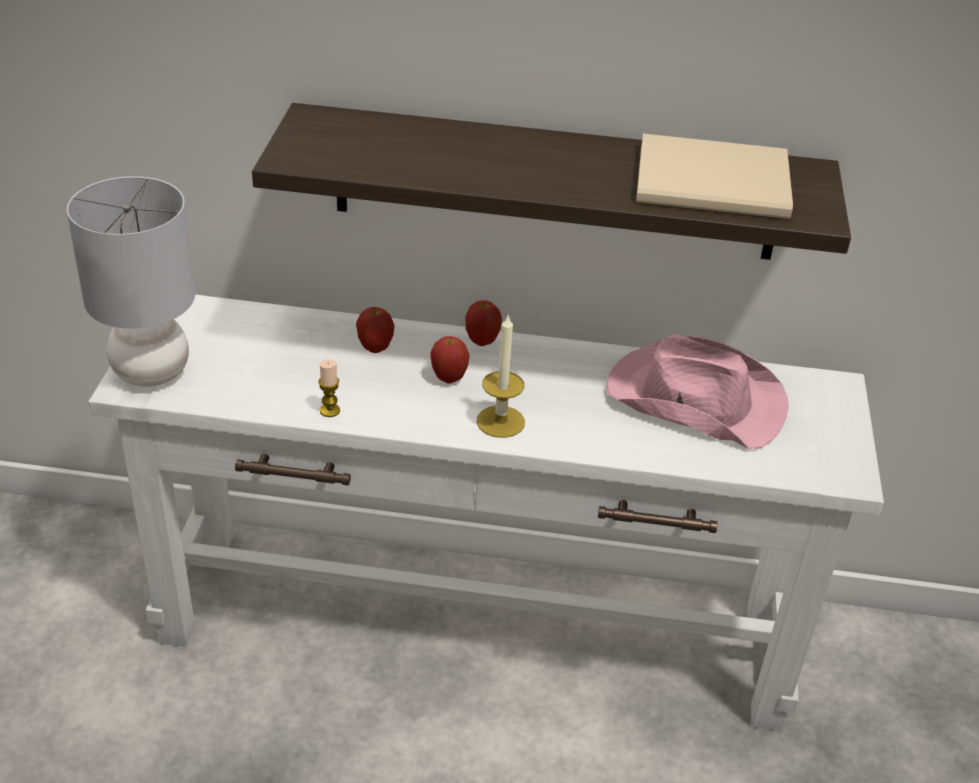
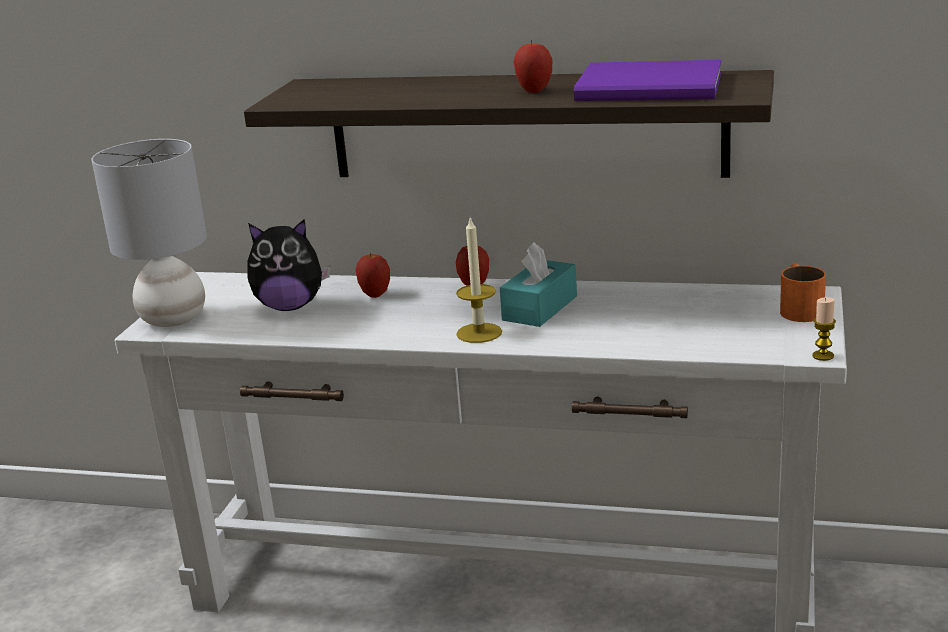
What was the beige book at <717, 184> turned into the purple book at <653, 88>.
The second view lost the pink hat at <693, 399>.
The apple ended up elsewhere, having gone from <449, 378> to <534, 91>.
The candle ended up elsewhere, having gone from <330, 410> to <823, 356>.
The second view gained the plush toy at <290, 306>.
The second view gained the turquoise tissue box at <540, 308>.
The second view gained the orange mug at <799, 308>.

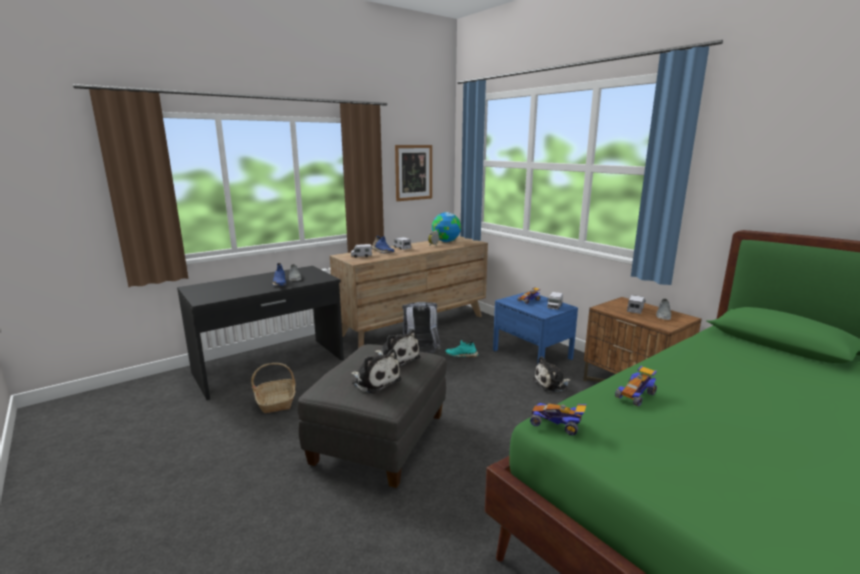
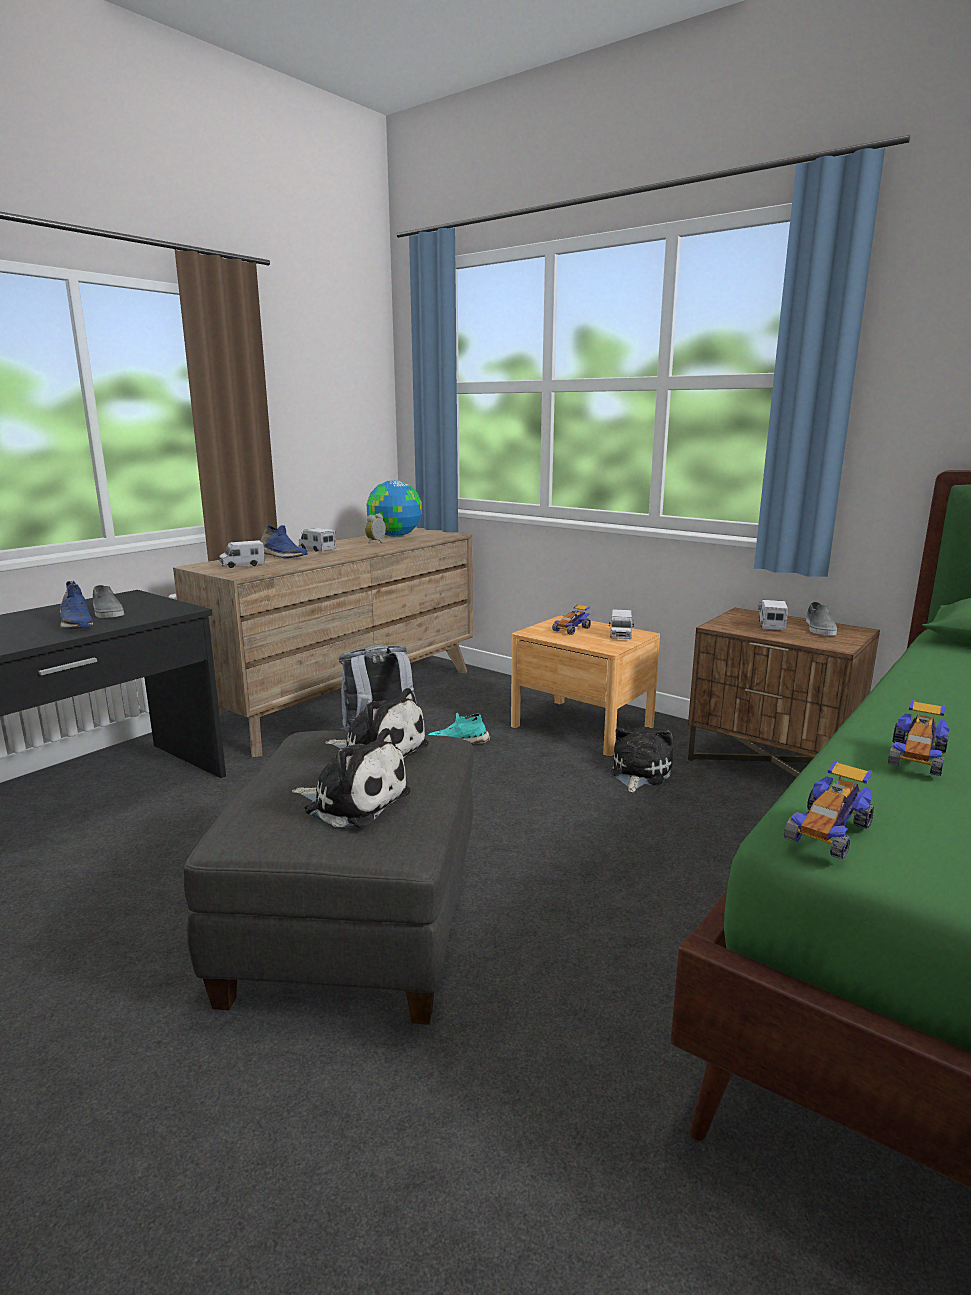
The second view lost the picture at <413, 172>.
What was the blue nightstand at <532, 354> turned into the brown nightstand at <582, 726>.
The plush toy at <552, 384> ended up facing another way, 150 degrees clockwise from before.
The second view lost the basket at <276, 401>.
The toy car at <557, 424> ended up facing another way, 60 degrees counterclockwise from before.

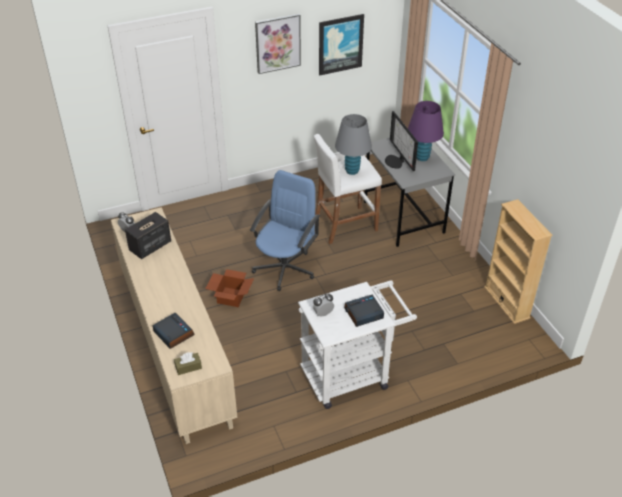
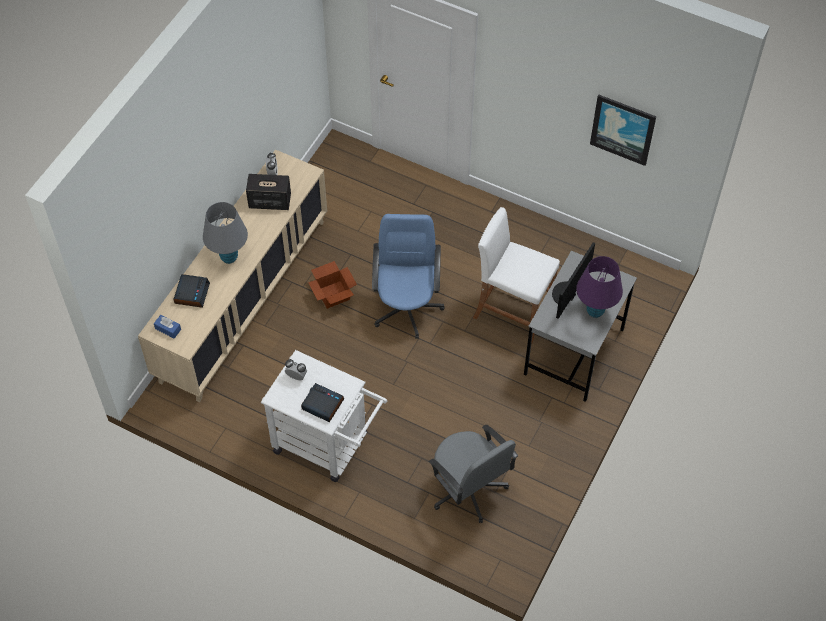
The second view lost the picture at <277, 43>.
The grey table lamp ended up elsewhere, having gone from <352, 171> to <229, 257>.
The blue office chair at <285, 268> ended up facing another way, 75 degrees counterclockwise from before.
The second view lost the beige bookcase at <506, 302>.
What was the brown tissue box at <188, 367> turned into the blue tissue box at <168, 329>.
The second view gained the grey office chair at <468, 489>.

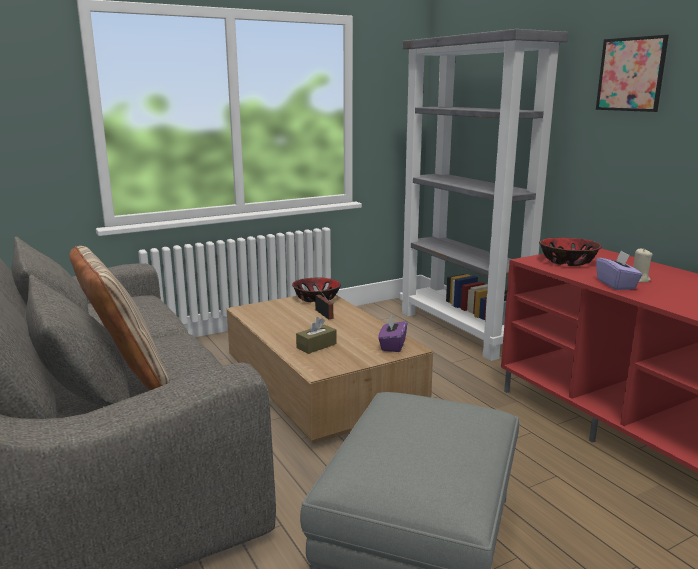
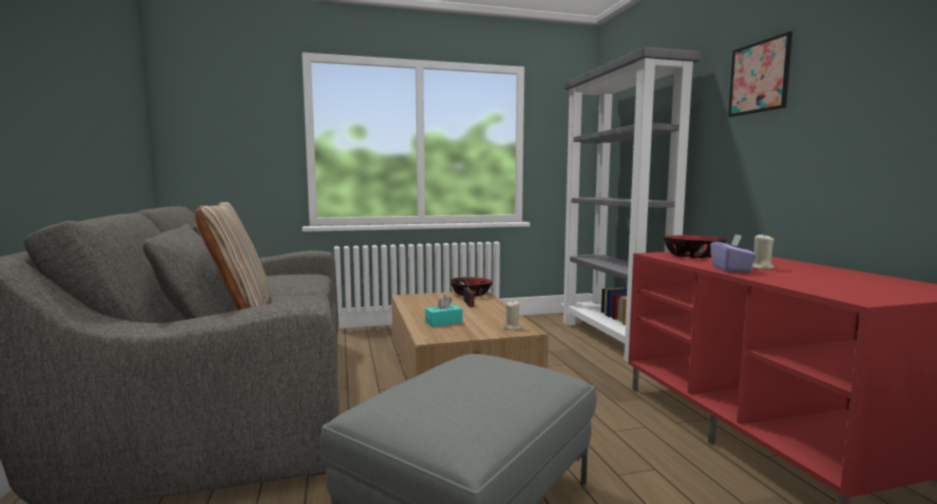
Where the purple tissue box stood at <392, 346>, the beige candle came to stand at <512, 327>.
What was the brown tissue box at <316, 346> turned into the turquoise tissue box at <443, 322>.

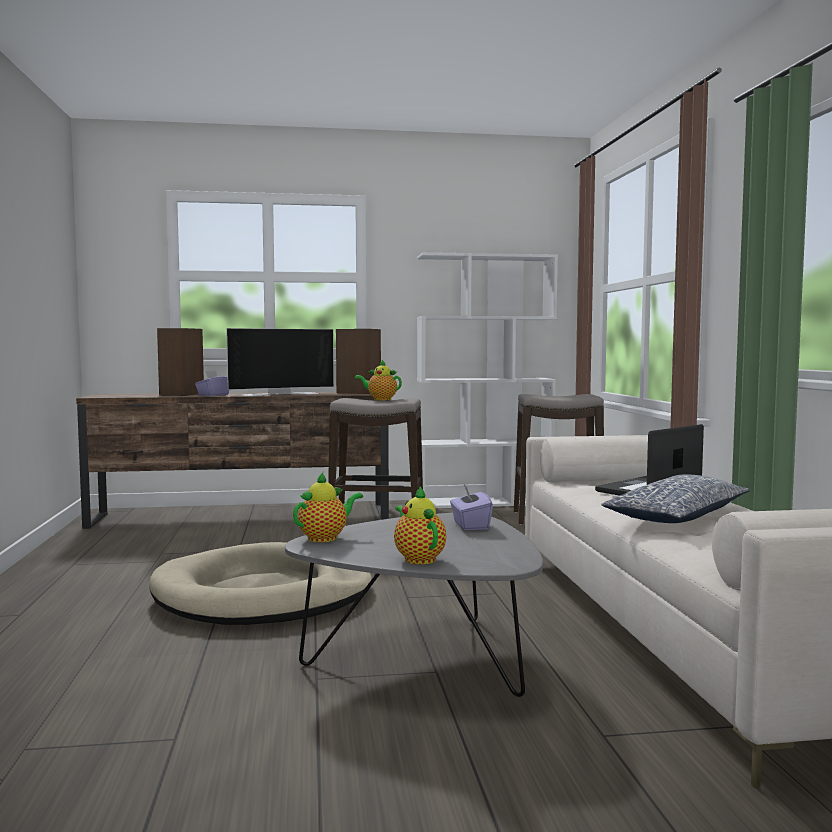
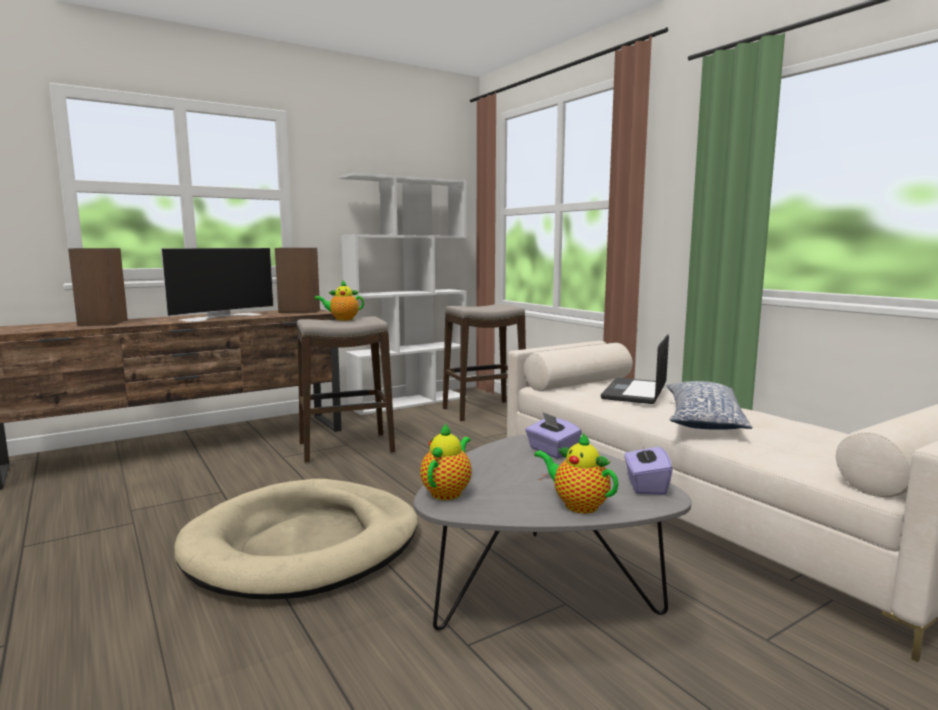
The purple tissue box ended up elsewhere, having gone from <213, 395> to <645, 485>.

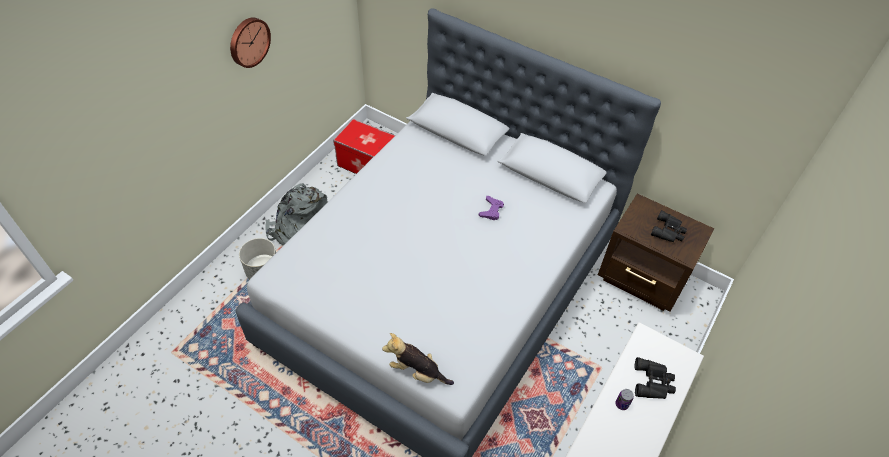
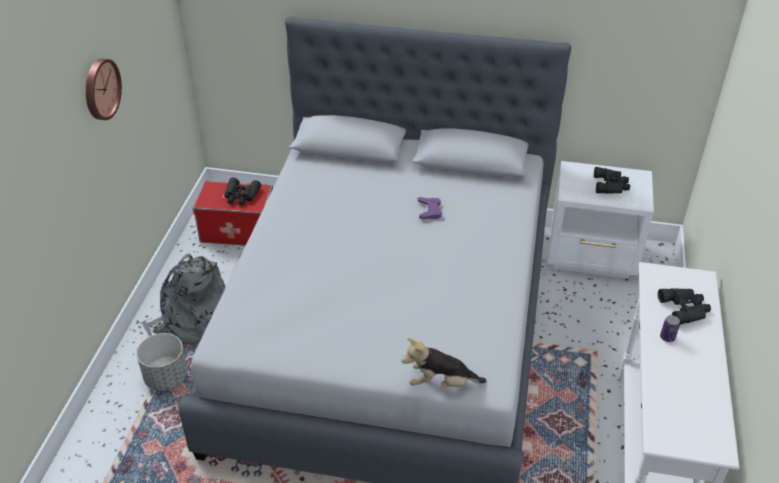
What was the brown nightstand at <642, 280> turned into the white nightstand at <592, 257>.
The second view gained the black binoculars at <241, 196>.

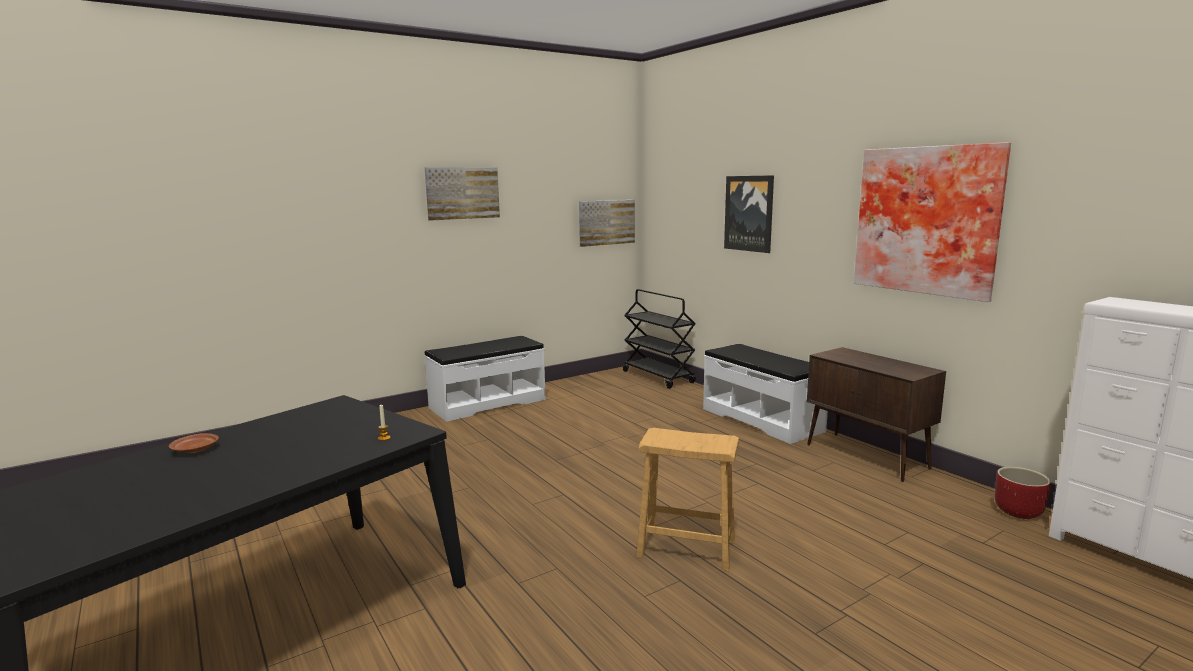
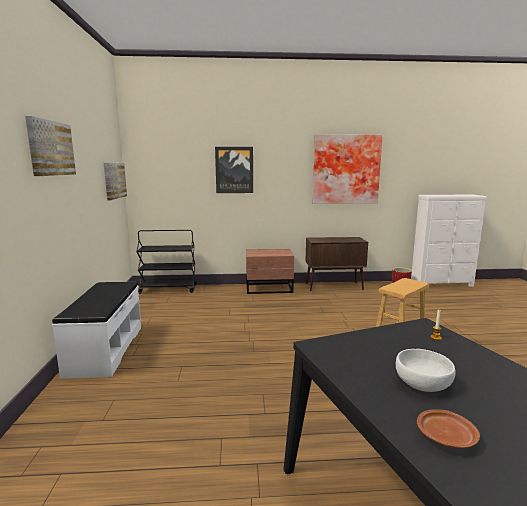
Where the white bench stood at <762, 419>, the brown nightstand came to stand at <269, 289>.
The second view gained the white bowl at <421, 383>.

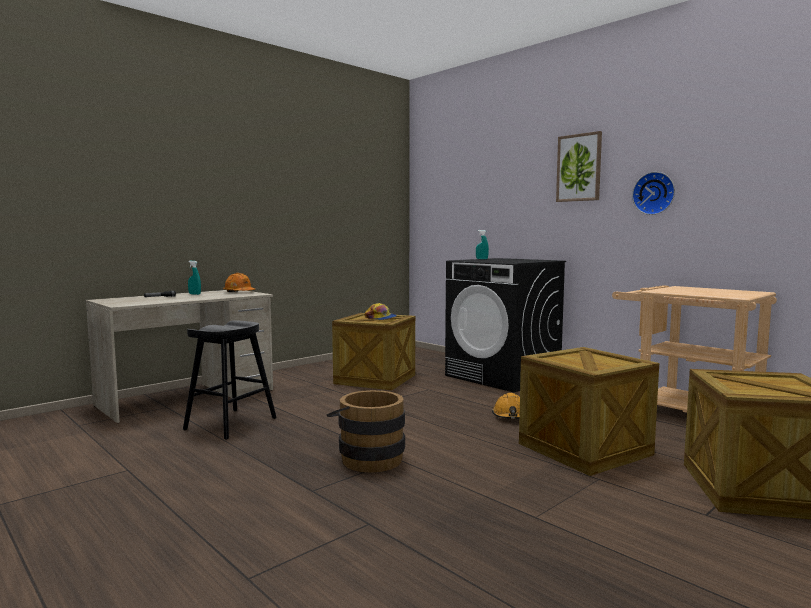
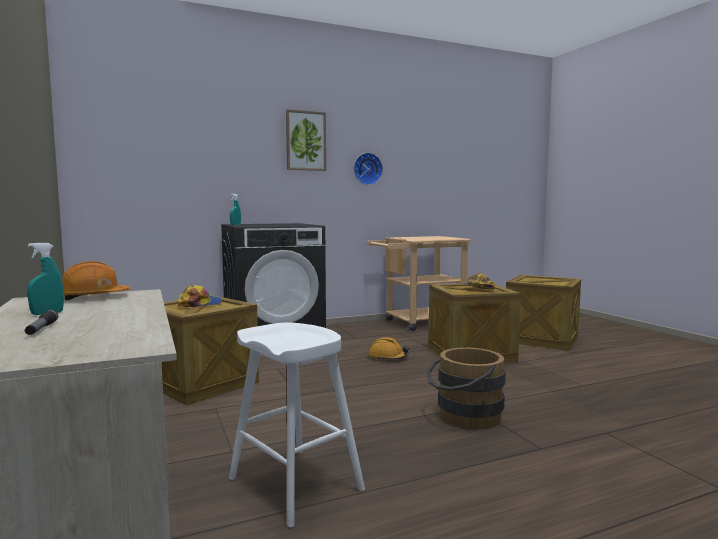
What was the black stool at <231, 423> turned into the white stool at <295, 484>.
The second view gained the cap at <476, 288>.

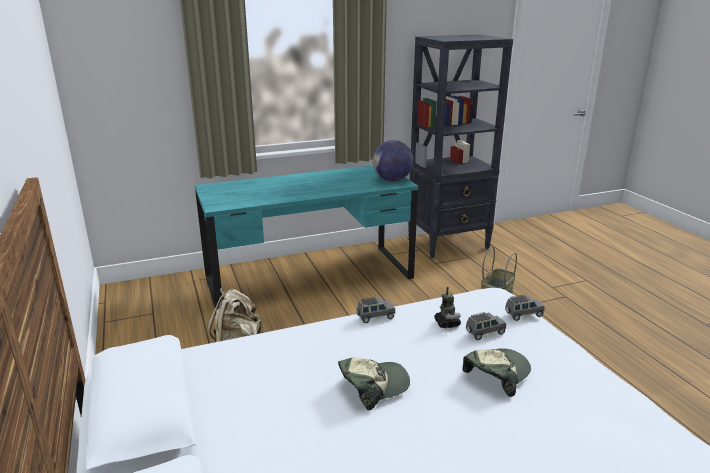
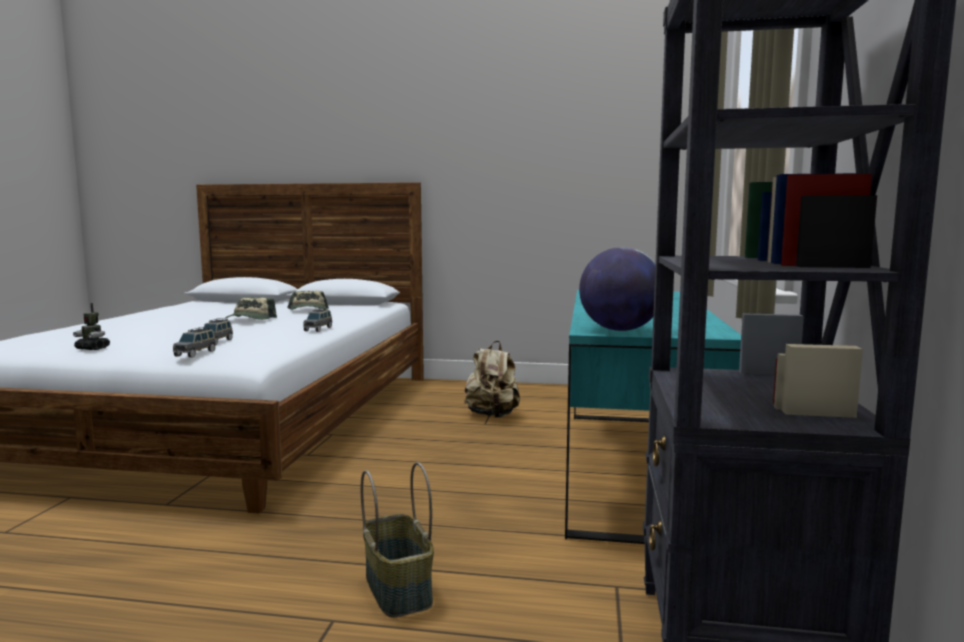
The toy robot ended up elsewhere, having gone from <447, 323> to <92, 348>.
The cap ended up elsewhere, having gone from <496, 374> to <308, 310>.

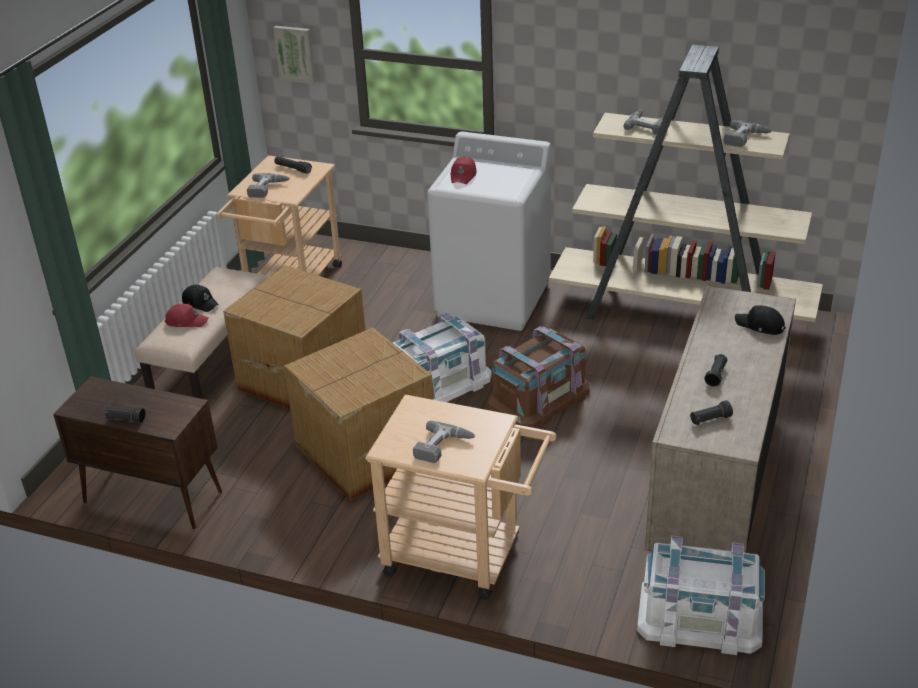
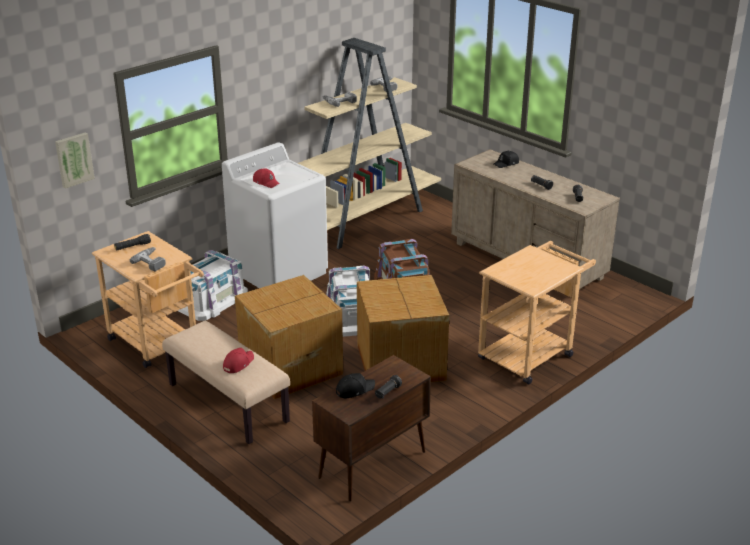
The black cap ended up elsewhere, having gone from <200, 303> to <354, 389>.
The second view lost the power drill at <443, 447>.
The white storage box ended up elsewhere, having gone from <700, 616> to <211, 300>.

